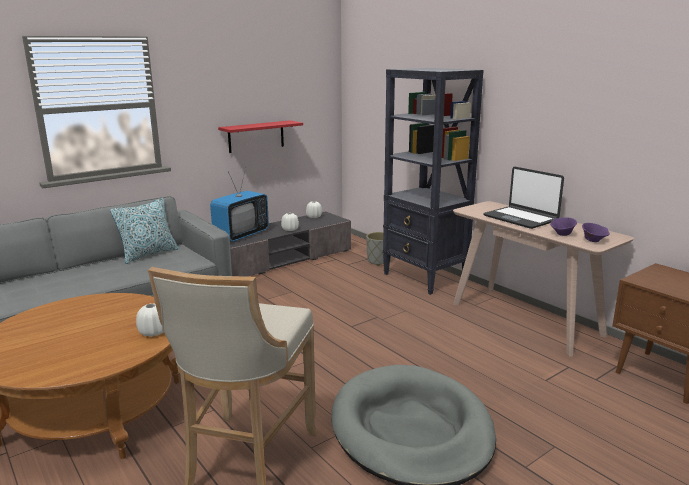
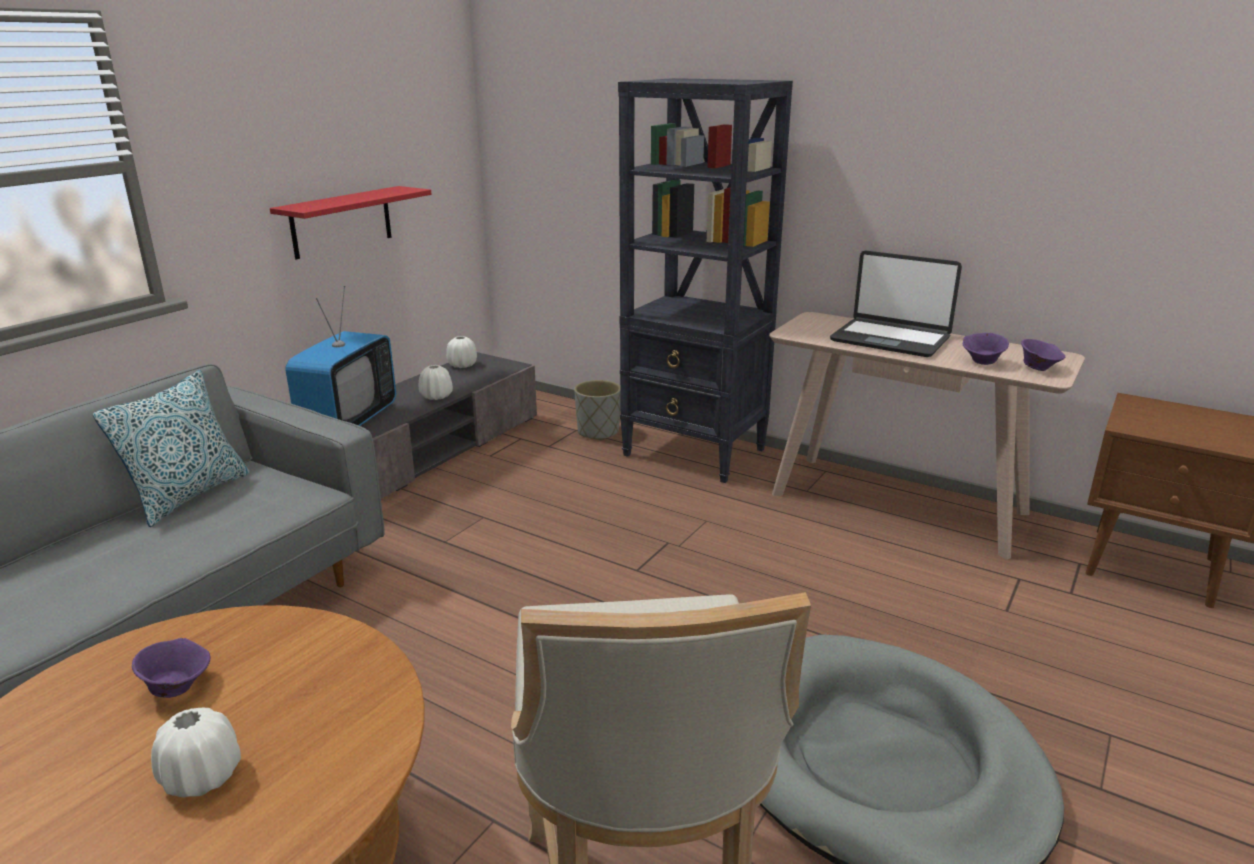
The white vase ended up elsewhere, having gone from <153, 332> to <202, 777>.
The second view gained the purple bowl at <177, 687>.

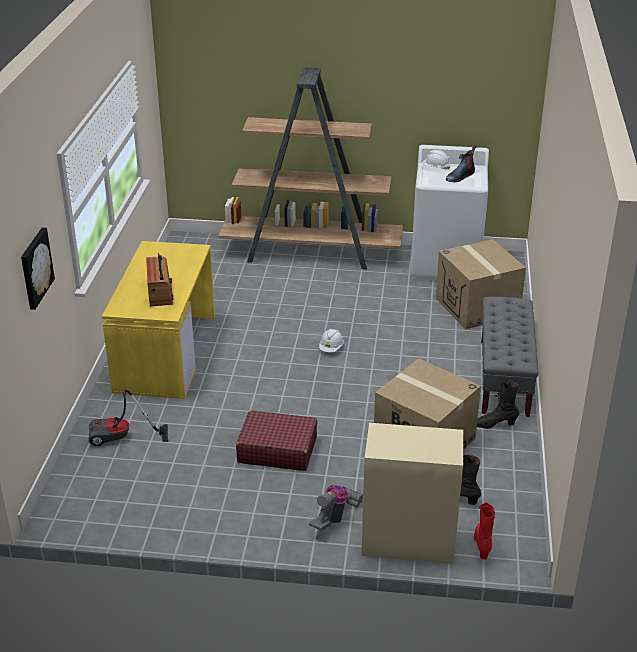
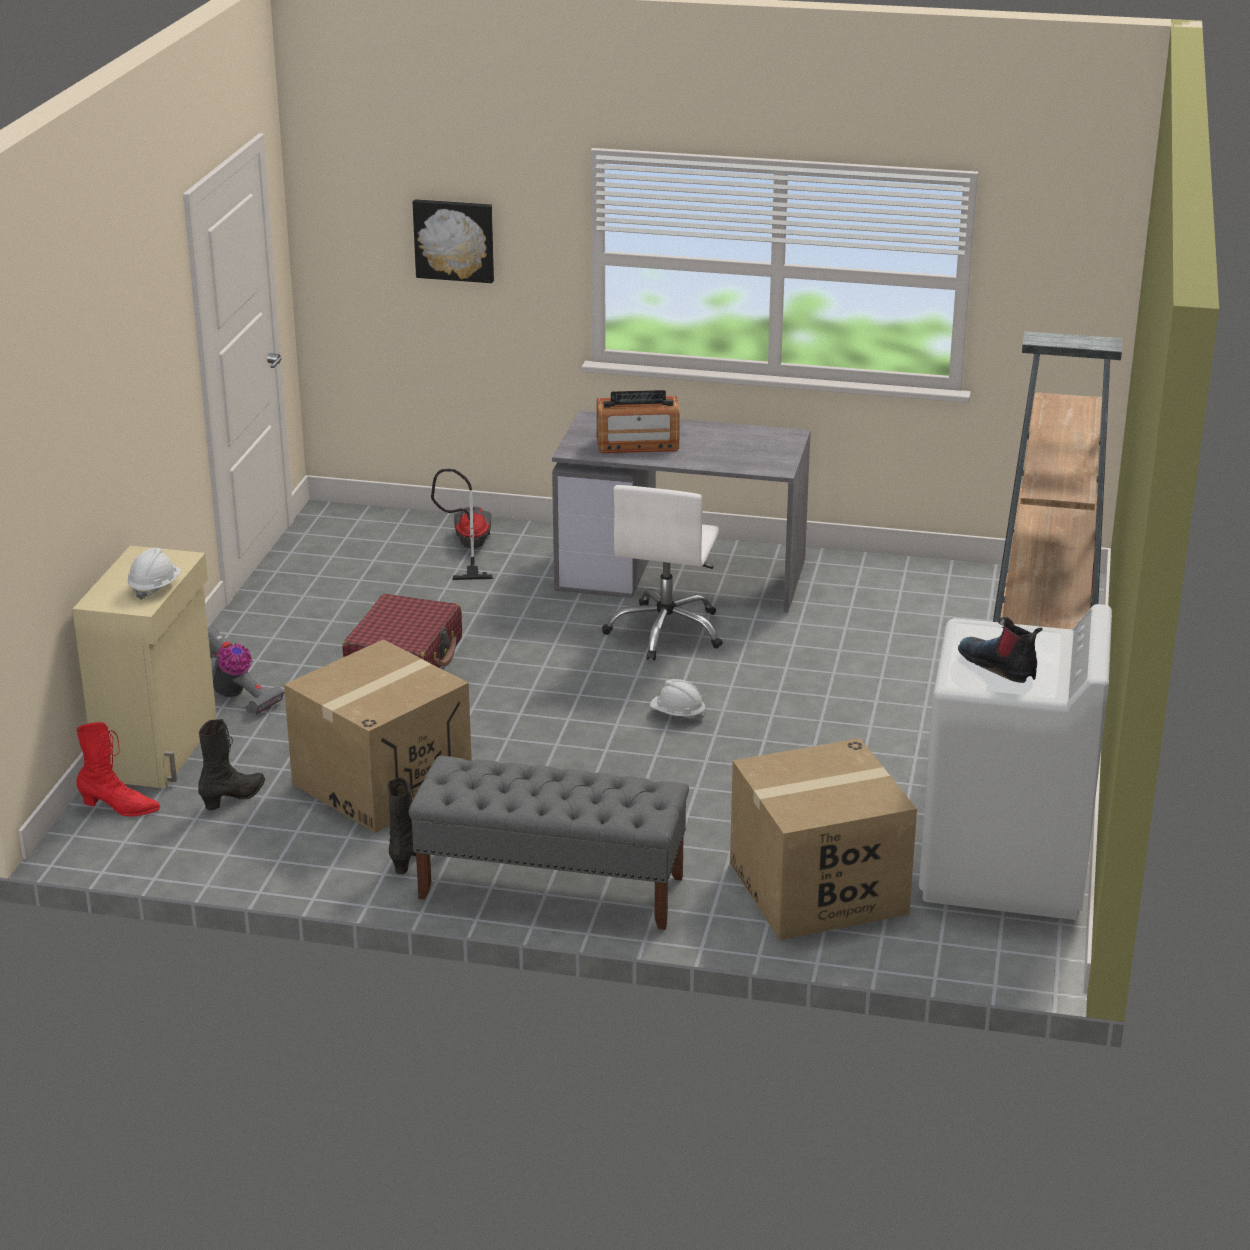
The white hard hat ended up elsewhere, having gone from <435, 168> to <155, 587>.
What was the yellow desk at <165, 352> turned into the grey desk at <683, 574>.
The second view gained the white office chair at <666, 631>.

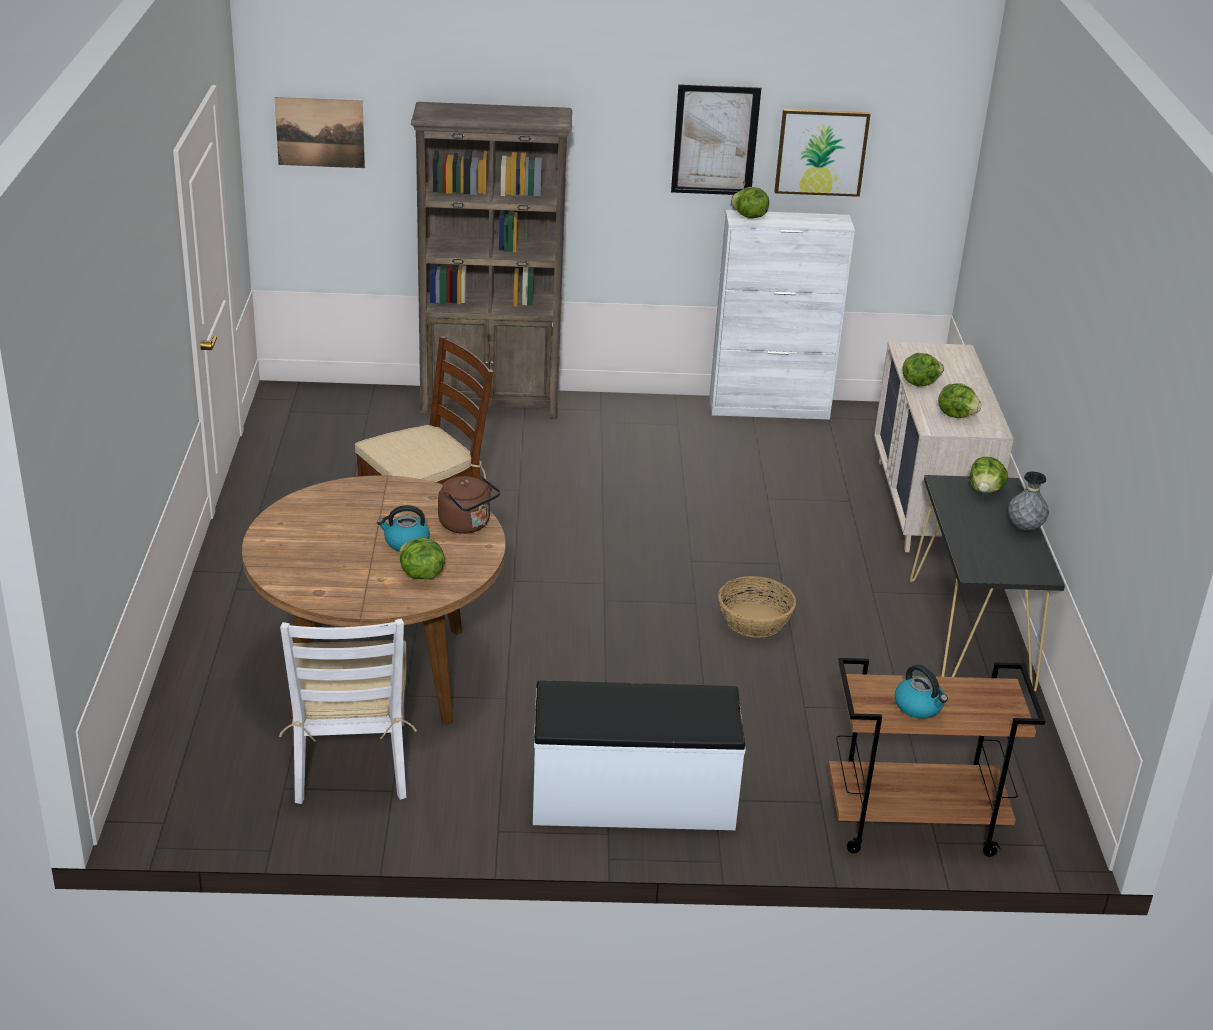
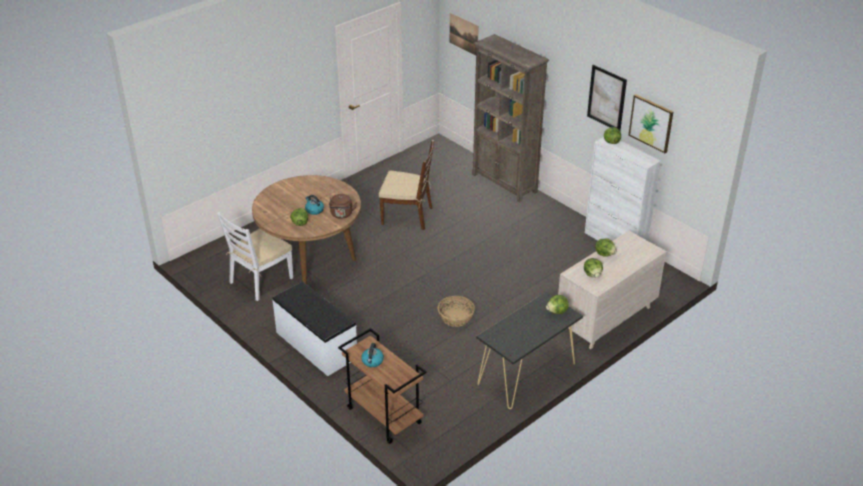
The second view lost the grey vase at <1024, 528>.

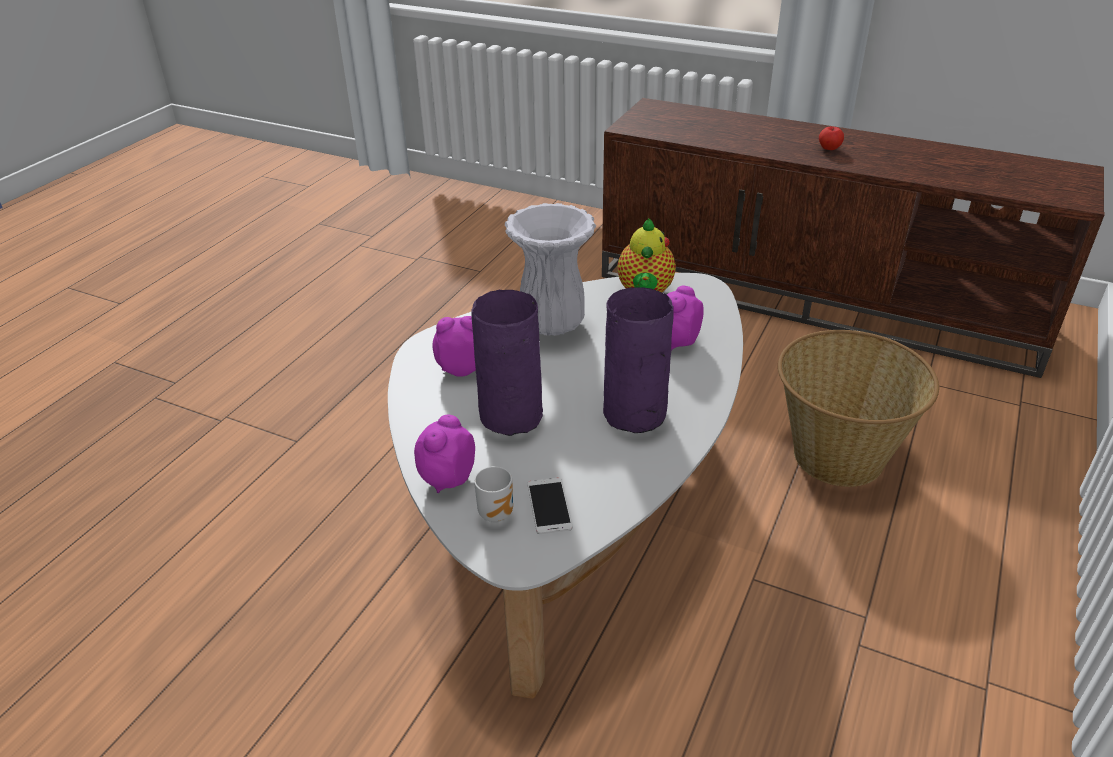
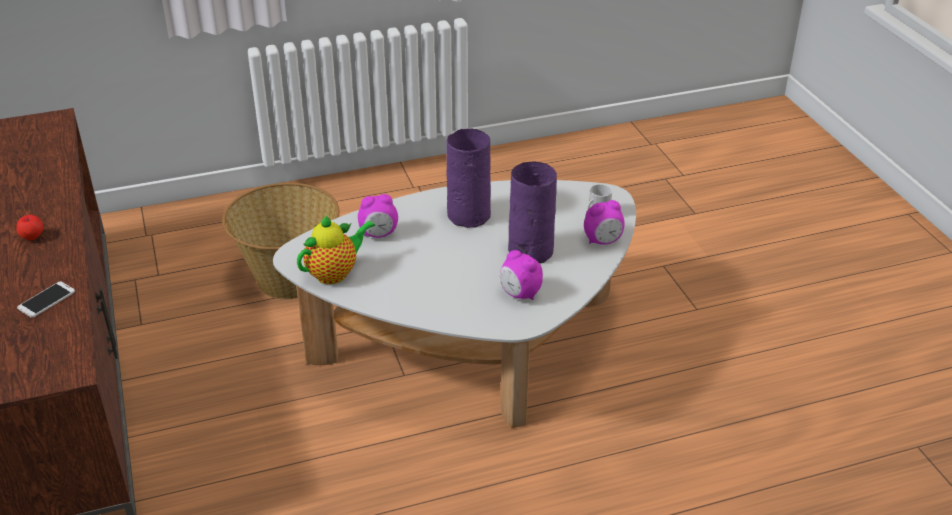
The second view lost the white vase at <551, 325>.
The phone ended up elsewhere, having gone from <549, 506> to <46, 300>.

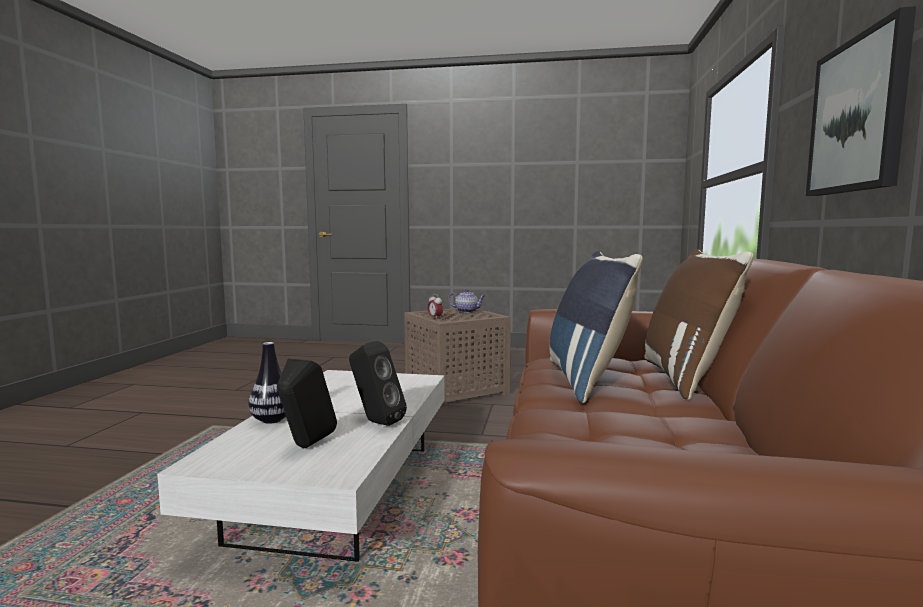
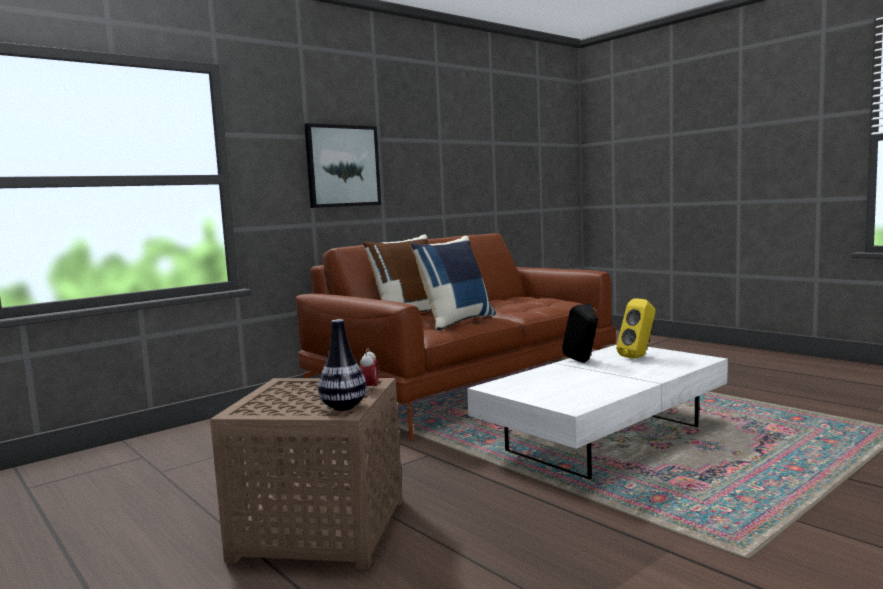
The second view lost the teapot at <467, 311>.
The vase ended up elsewhere, having gone from <272, 420> to <343, 407>.
What was the black speaker at <305, 447> turned into the yellow speaker at <638, 357>.

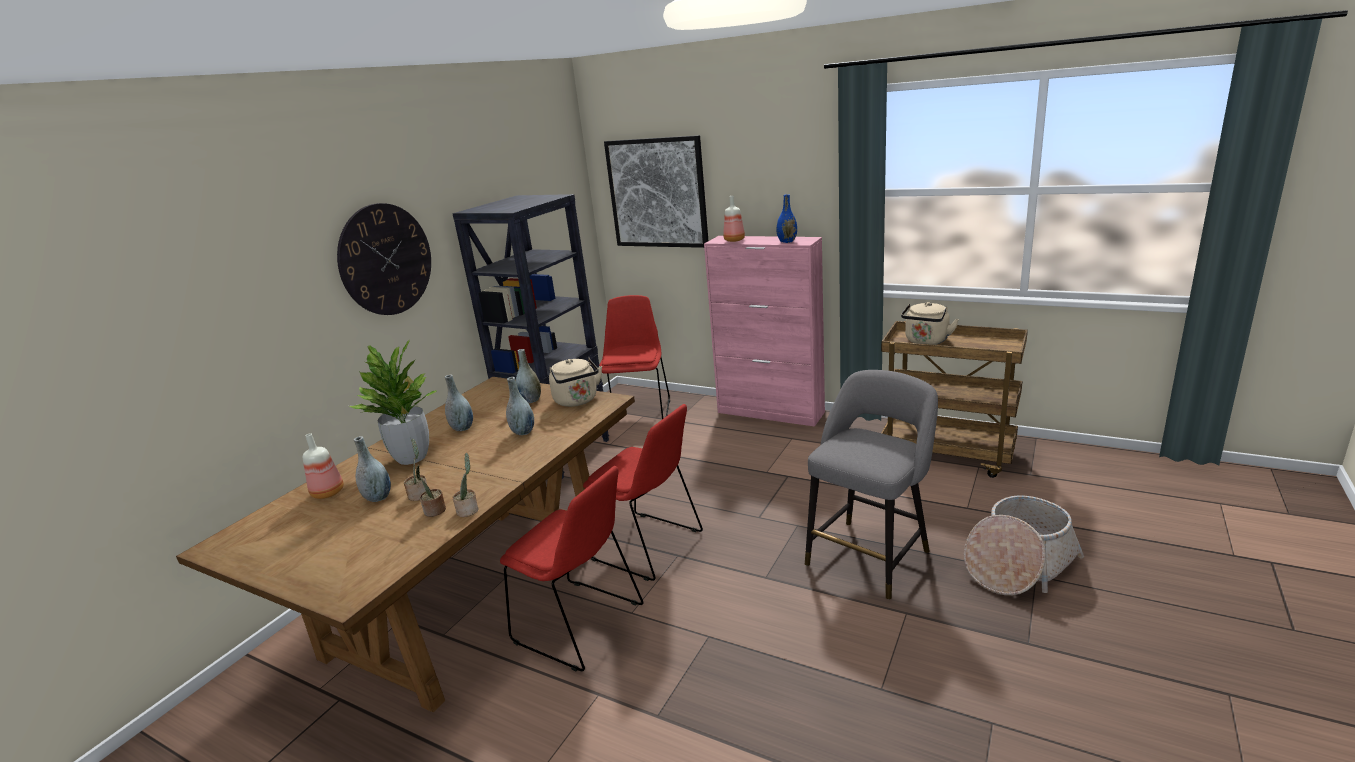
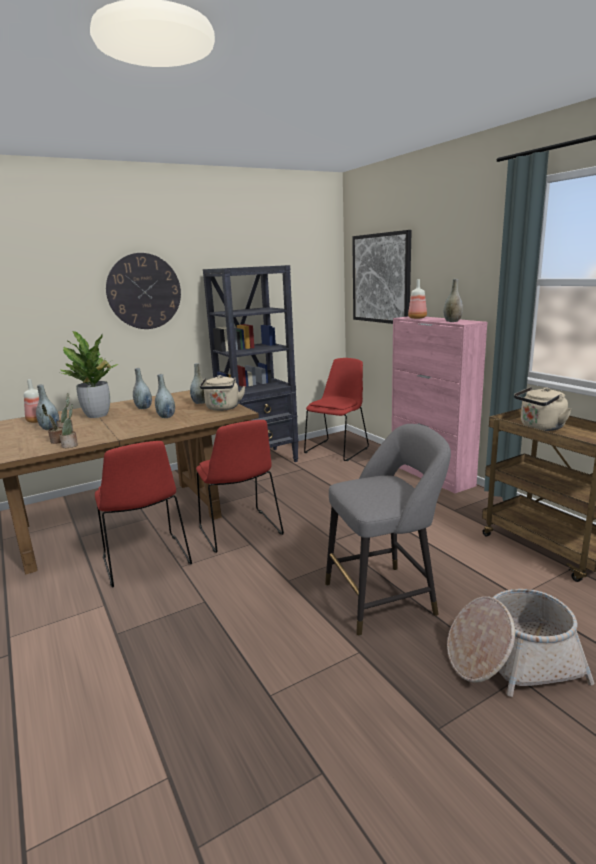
What was the blue vase at <787, 241> turned into the grey vase at <452, 321>.

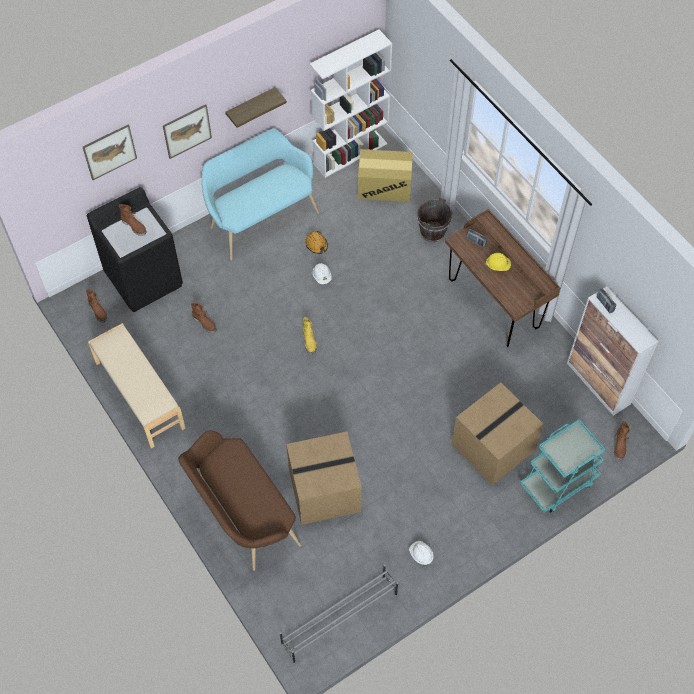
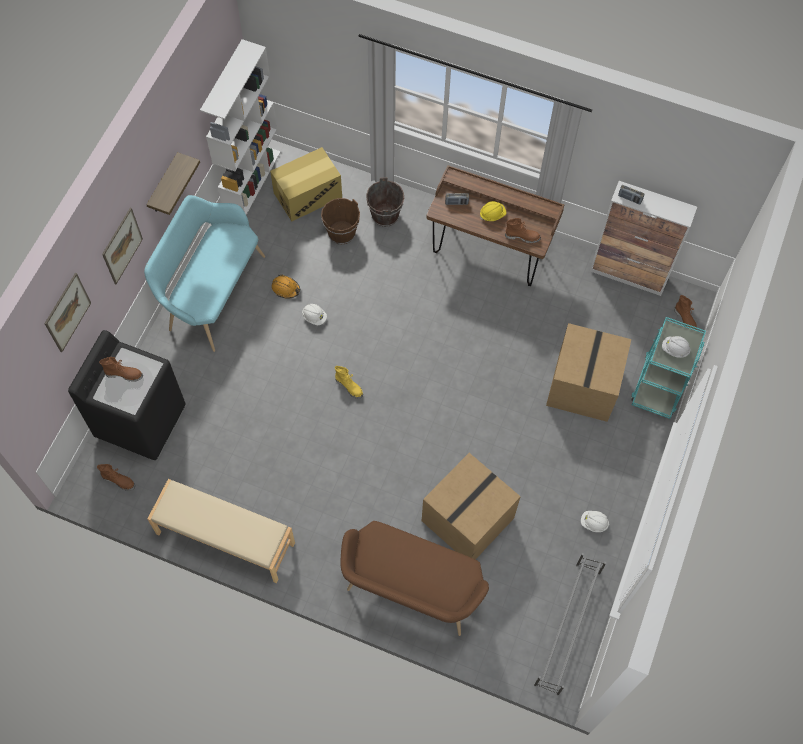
The brown boot ended up elsewhere, having gone from <205, 323> to <522, 236>.
The second view gained the brown bucket at <341, 233>.
The second view gained the white hard hat at <674, 349>.

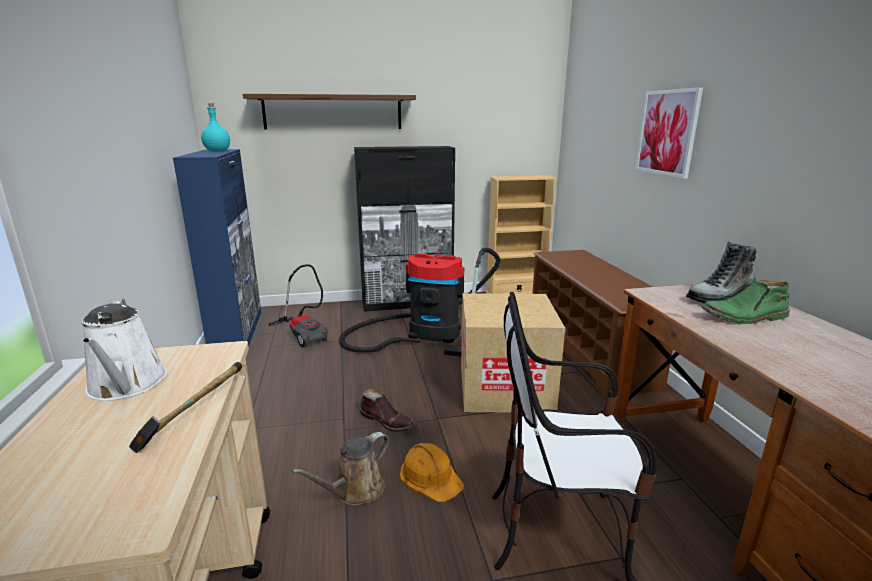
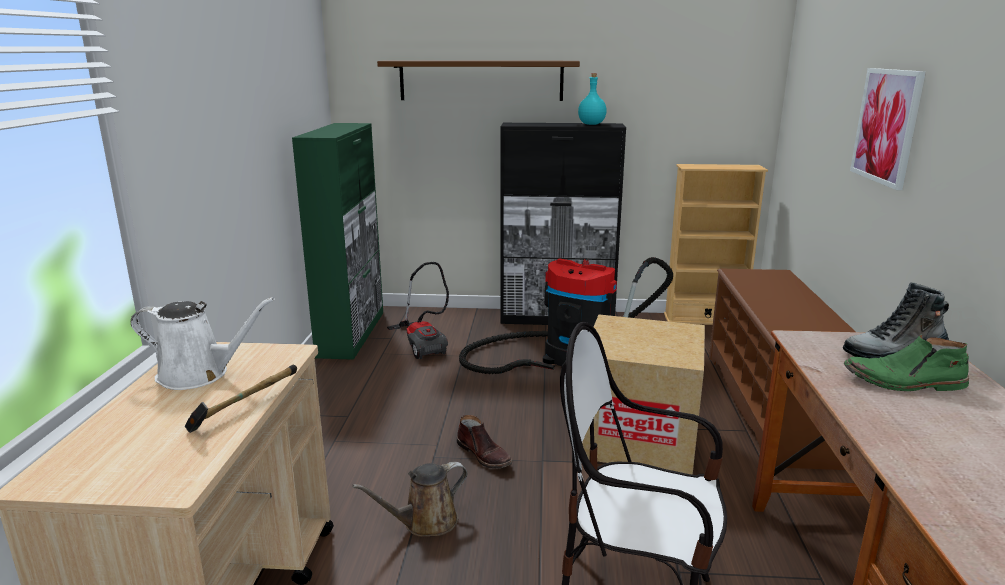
The turquoise bottle ended up elsewhere, having gone from <218, 151> to <592, 124>.
What was the blue cabinet at <237, 332> turned into the green cabinet at <352, 333>.
The white watering can at <127, 385> ended up facing another way, 75 degrees counterclockwise from before.
The second view lost the orange hard hat at <430, 476>.

